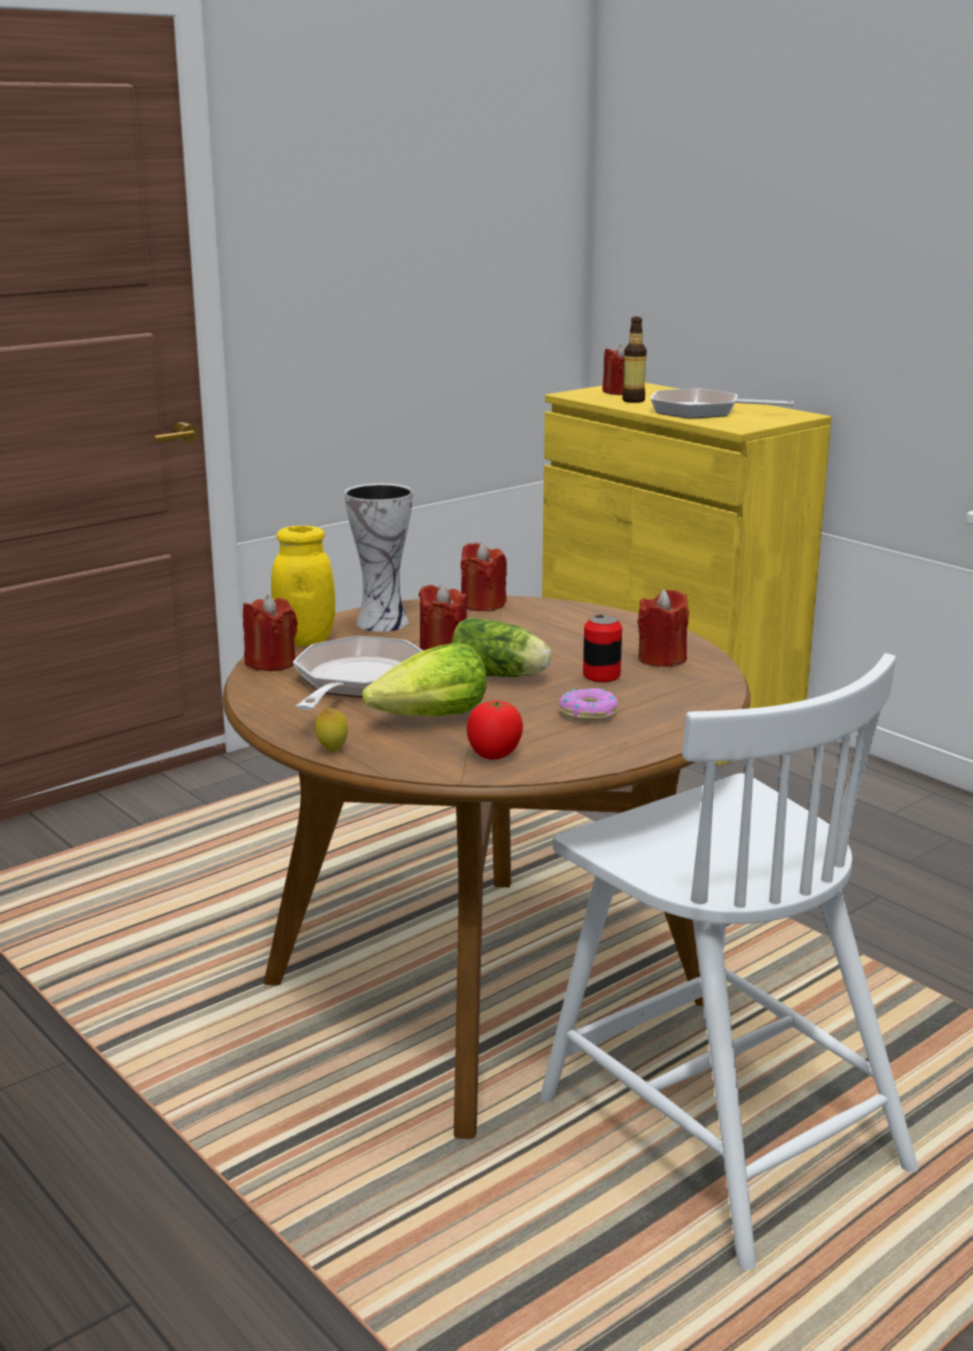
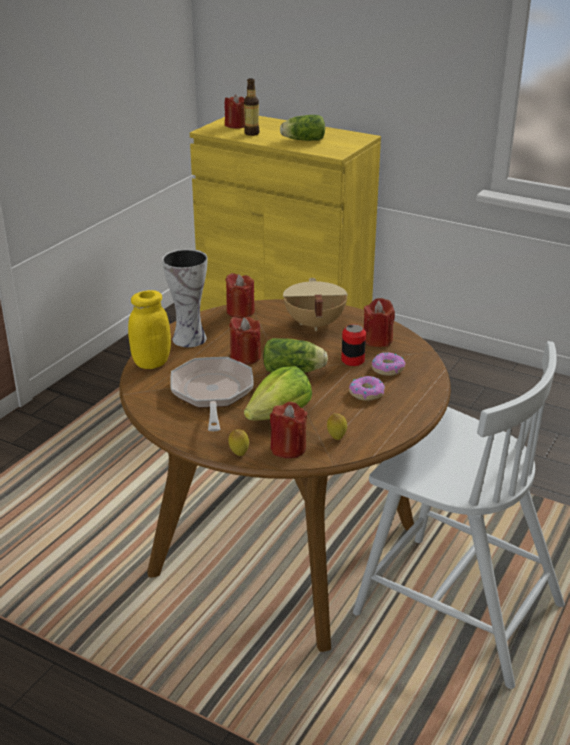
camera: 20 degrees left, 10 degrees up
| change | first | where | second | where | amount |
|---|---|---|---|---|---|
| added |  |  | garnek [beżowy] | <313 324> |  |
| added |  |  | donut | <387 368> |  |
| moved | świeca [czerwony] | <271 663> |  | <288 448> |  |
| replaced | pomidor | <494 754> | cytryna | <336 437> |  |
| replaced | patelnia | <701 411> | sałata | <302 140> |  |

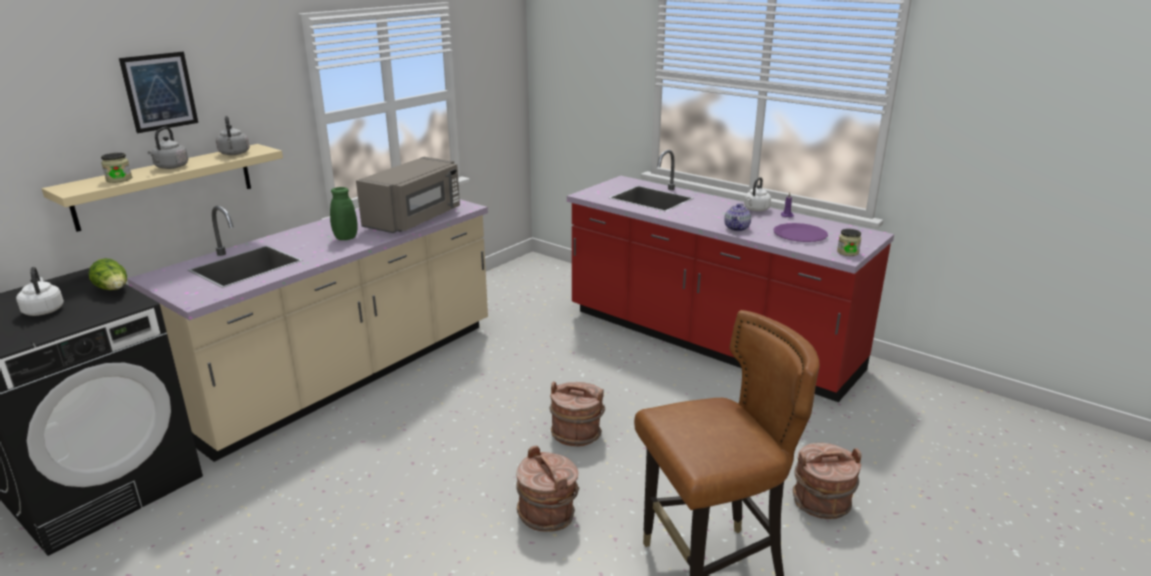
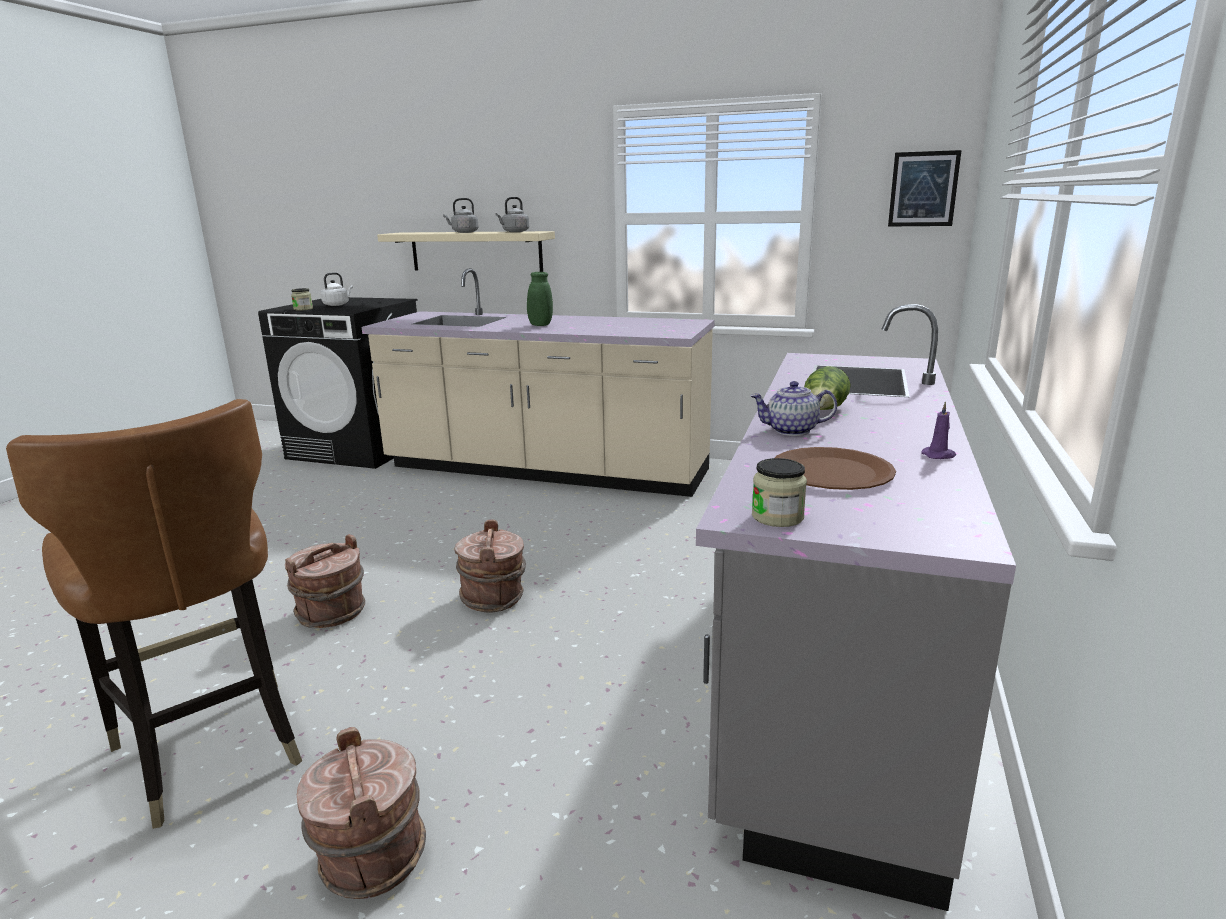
camera: 70 degrees right, 5 degrees down
| change | first | where | second | where | amount |
|---|---|---|---|---|---|
| removed | mikrofalówka [szary] | <415 219> |  |  |  |
| removed | czajnik [biały] | <755 209> |  |  |  |
| moved | sałata | <114 289> |  | <824 411> |  |
| moved | słoik | <119 179> |  | <303 309> |  |
| moved | obraz | <160 91> |  | <923 189> |  |
| recoloured | zabudowa kuchenna [czerwony] | <708 341> | zabudowa kuchenna [szary] | <833 657> |  |
| recoloured | talerz [fioletowy] | <799 234> | talerz [brązowy] | <831 472> |  |

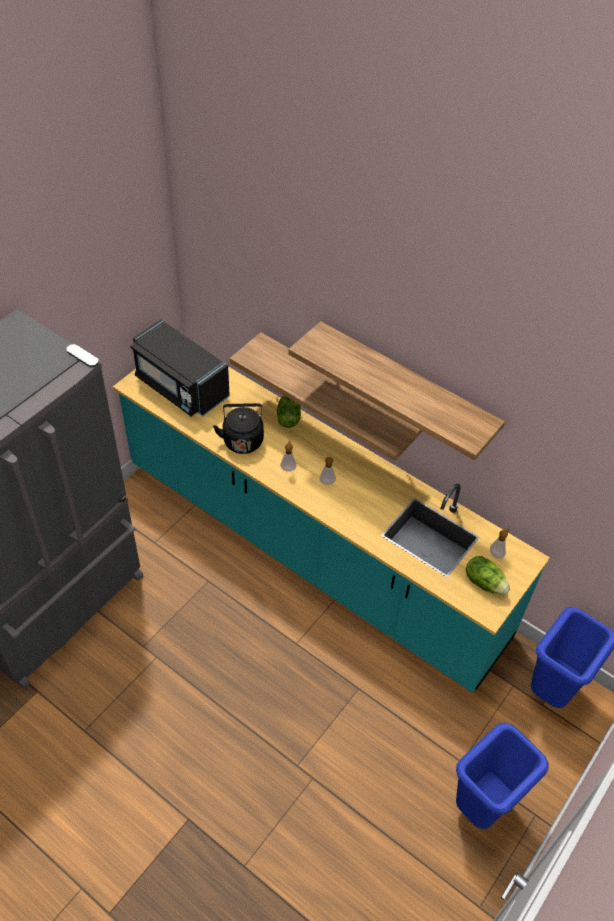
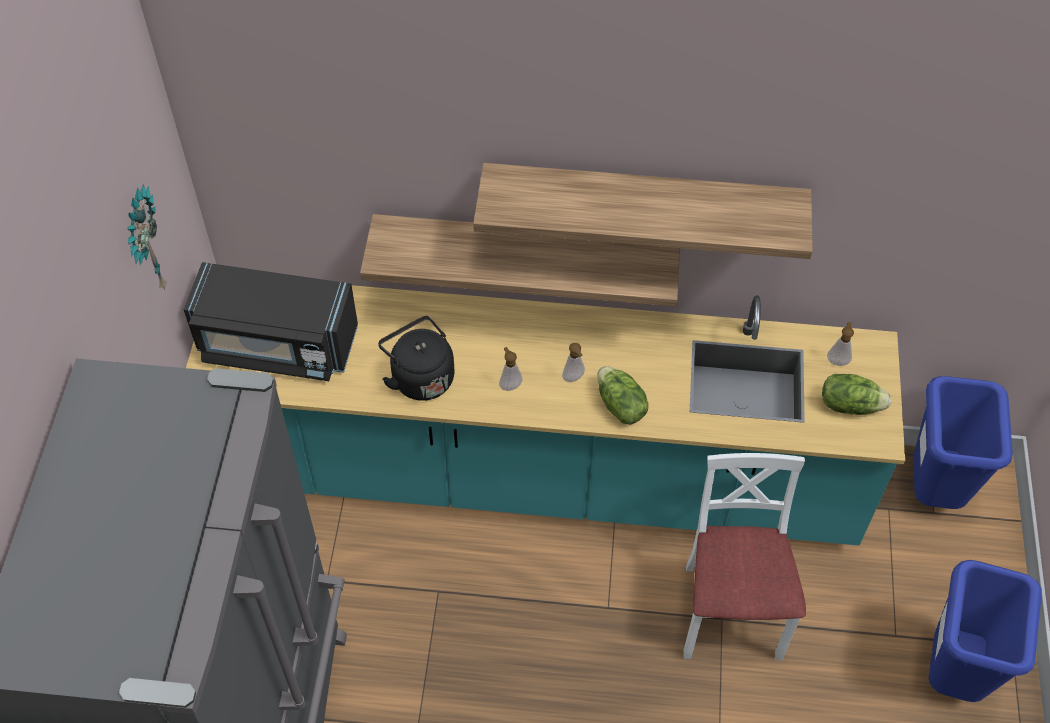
camera: 30 degrees left, 5 degrees up
| change | first | where | second | where | amount |
|---|---|---|---|---|---|
| added |  |  | zegar ścienny | <143 245> |  |
| added |  |  | krzesło [biały] | <730 612> |  |
| moved | sałata | <288 418> |  | <619 406> |  |

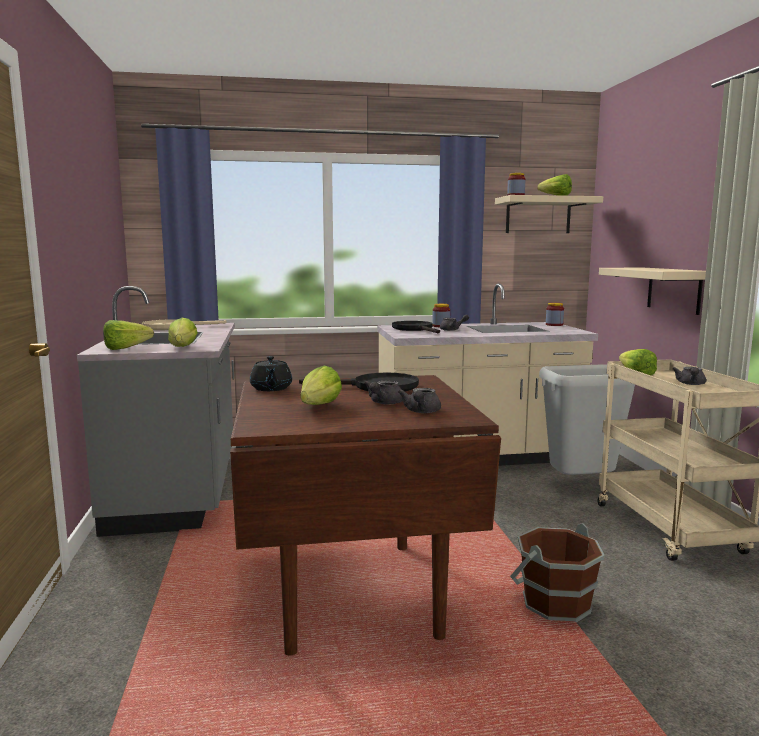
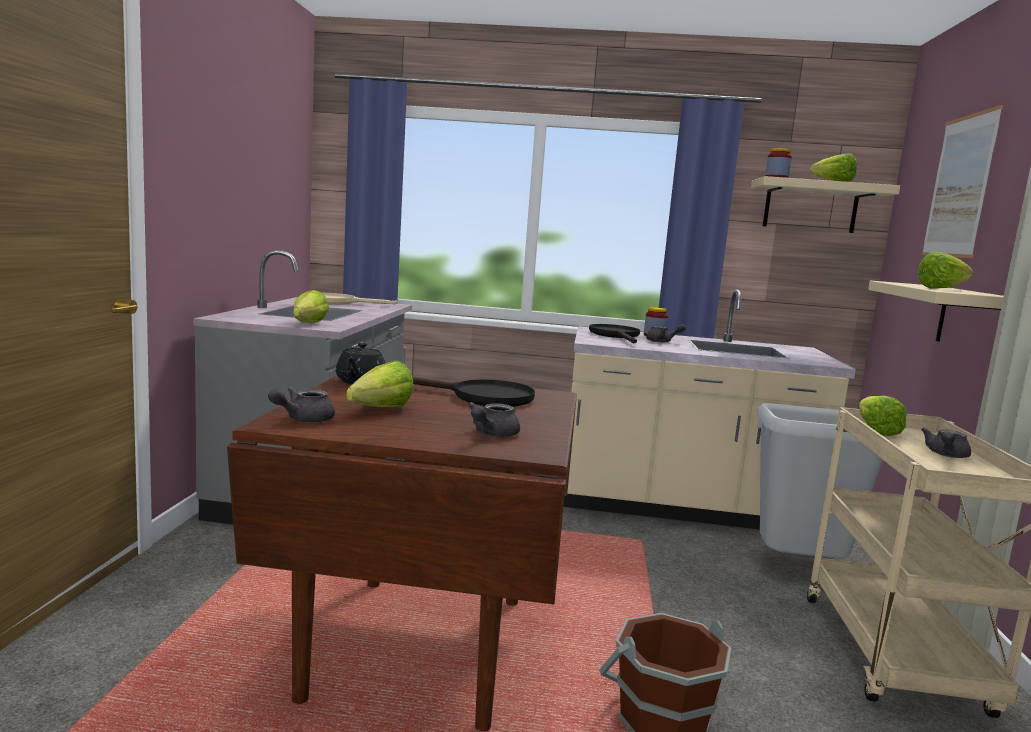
camera: 15 degrees right, 0 degrees up
| change | first | where | second | where | amount |
|---|---|---|---|---|---|
| removed | słoik | <554 325> |  |  |  |
| added |  |  | obraz | <960 186> |  |
| moved | sałata | <130 348> |  | <946 289> |  |
| moved | imbryk [szary] | <384 403> |  | <303 420> |  |

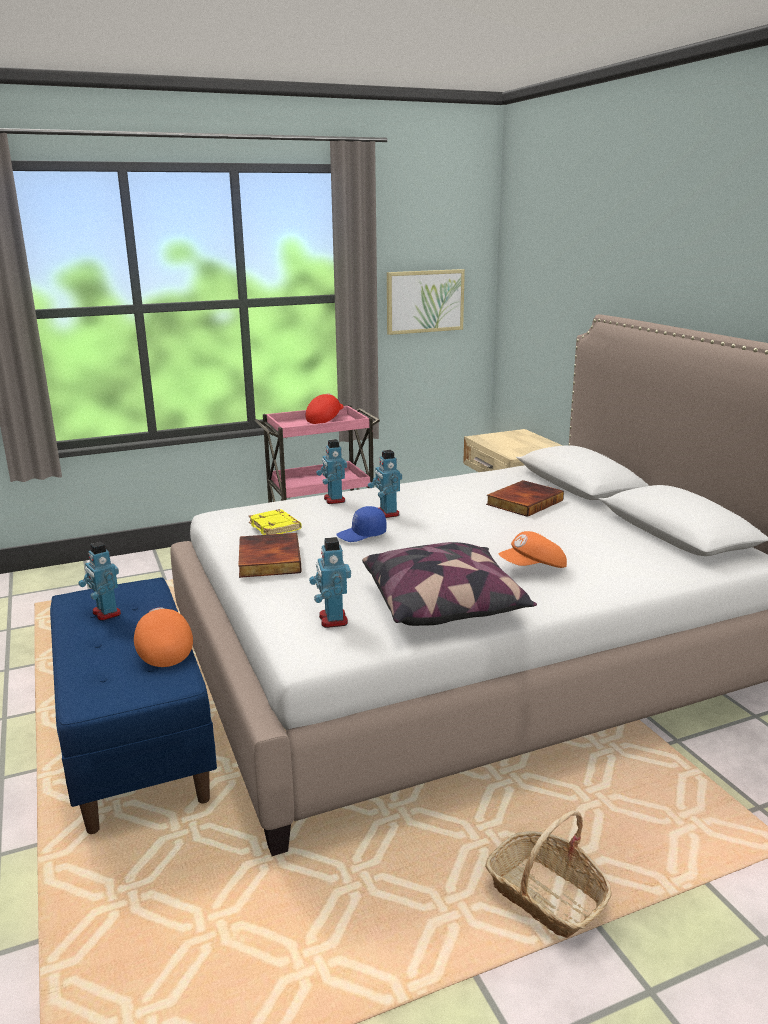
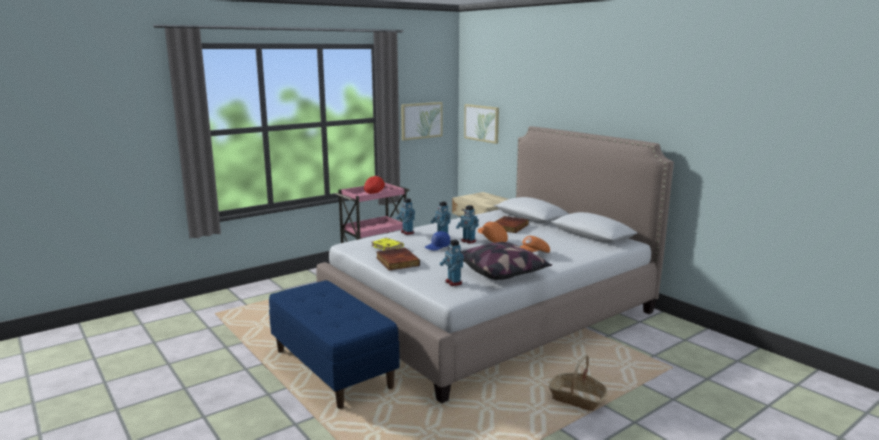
camera: 15 degrees left, 5 degrees down
| change | first | where | second | where | amount |
|---|---|---|---|---|---|
| added |  |  | obraz | <482 123> |  |
| moved | robot zabawkowy | <106 613> |  | <468 241> |  |
| moved | czapka z daszkiem [pomarańczowy] | <163 650> |  | <492 240> |  |

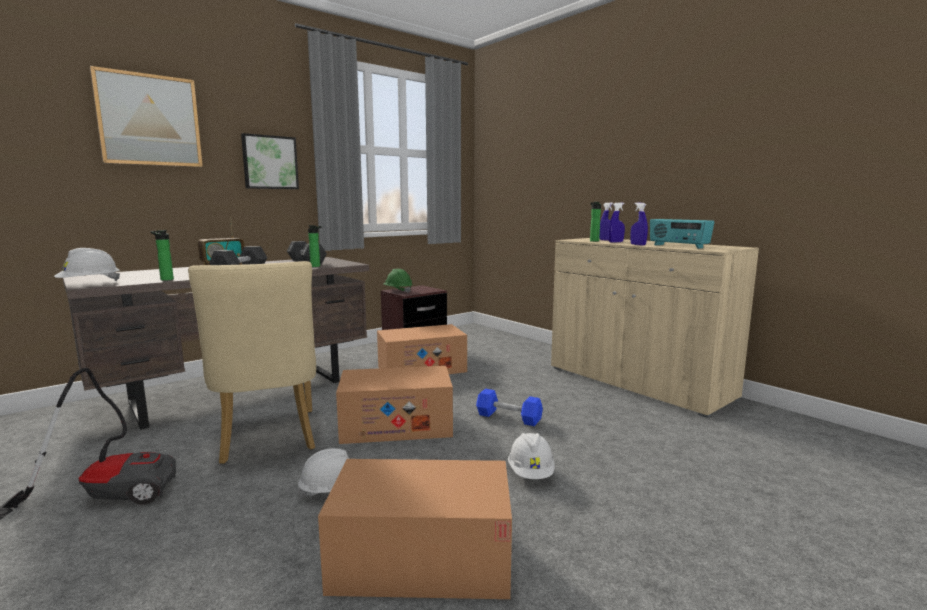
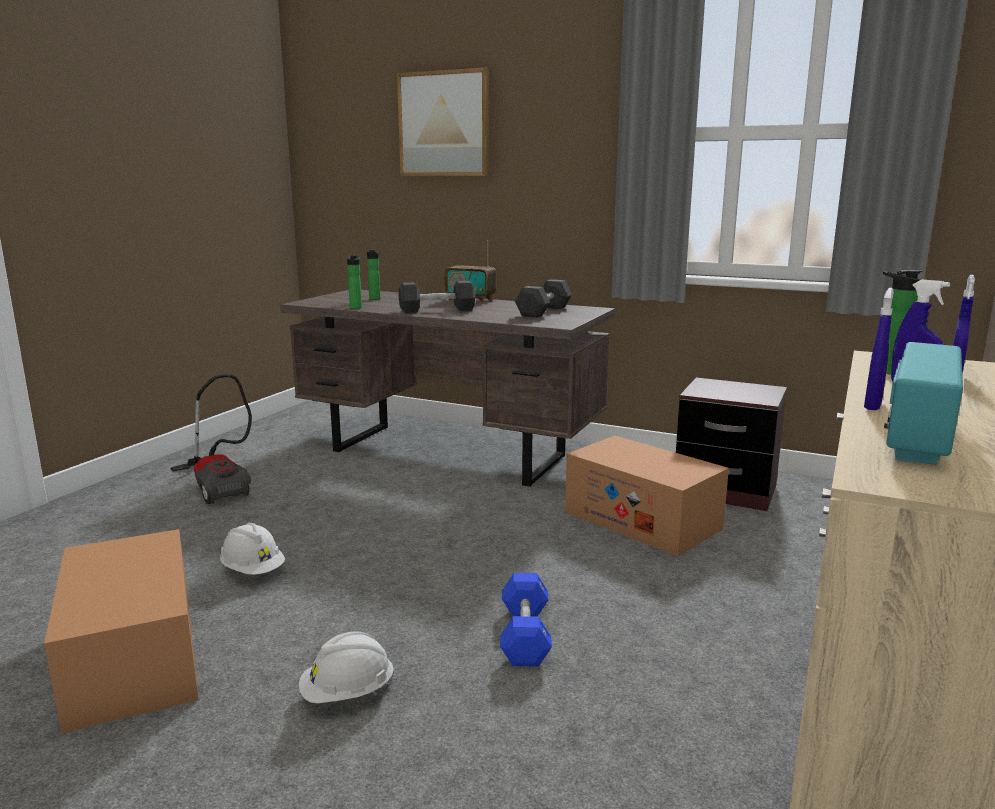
camera: 65 degrees right, 5 degrees up
| change | first | where | second | where | amount |
|---|---|---|---|---|---|
| removed | kask [biały] | <89 284> |  |  |  |
| removed | krzesło [beżowy] | <268 439> |  |  |  |
| removed | obraz | <269 162> |  |  |  |
| removed | karton | <396 426> |  |  |  |
| removed | kask [zielony] | <398 291> |  |  |  |
| moved | butelka | <316 266> |  | <374 299> |  |

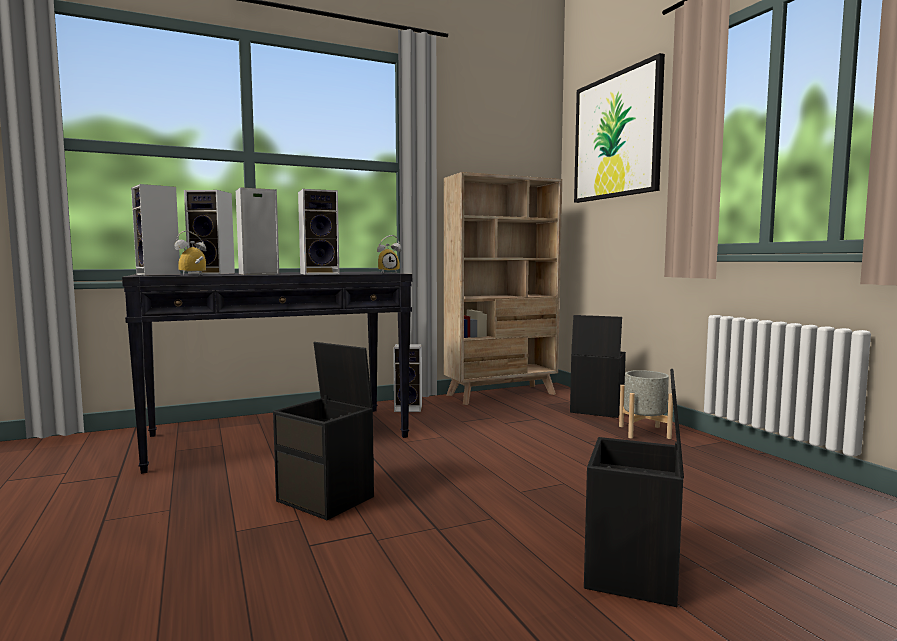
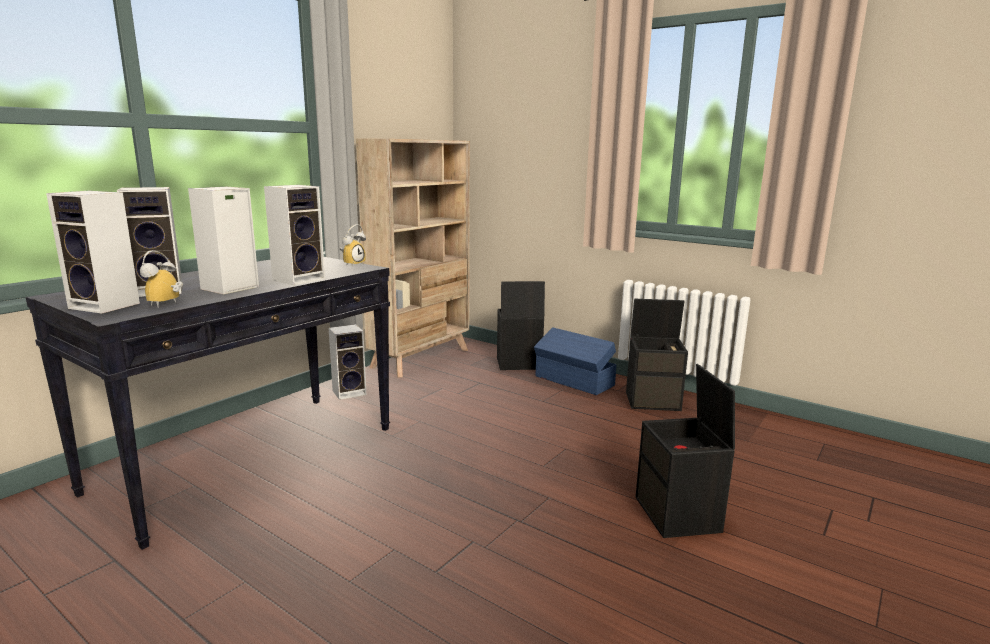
camera: 30 degrees left, 10 degrees up
| change | first | where | second | where | amount |
|---|---|---|---|---|---|
| removed | obraz | <616 136> |  |  |  |
| moved | pojemnik do przechowywania [czarny] | <327 499> |  | <653 401> |  |
| replaced | donica [szary] | <644 432> | pojemnik do przechowywania [niebieski] | <574 381> |  |

